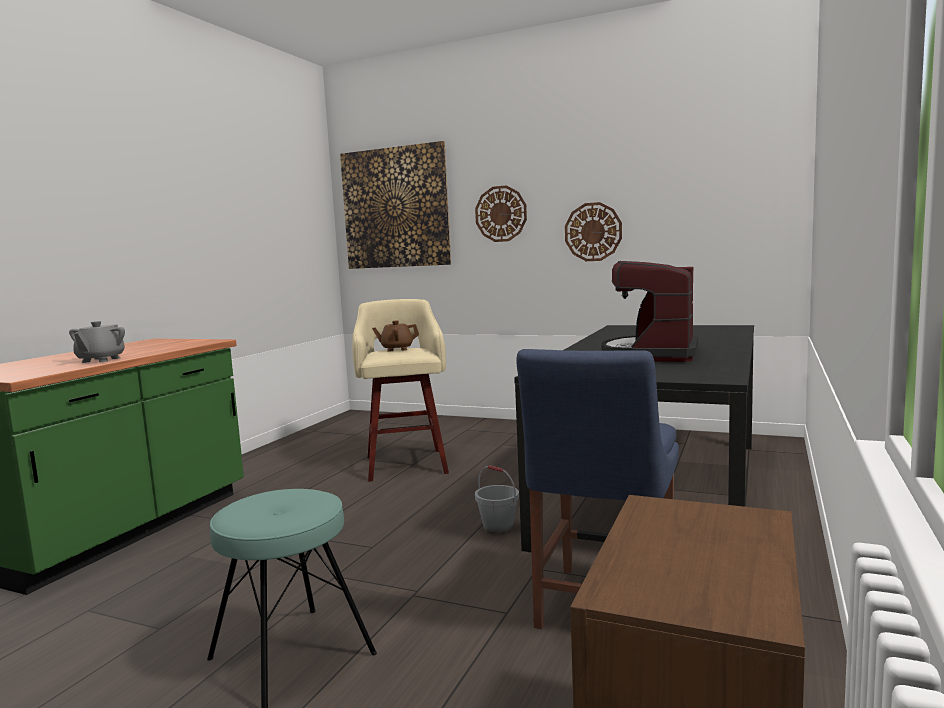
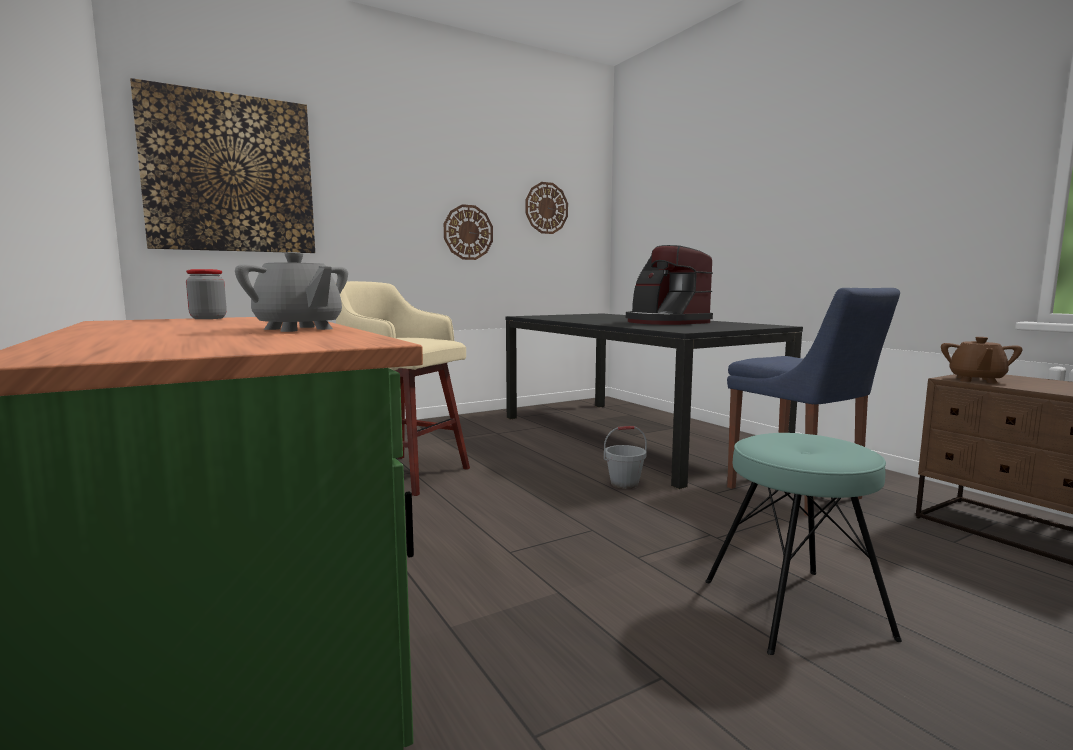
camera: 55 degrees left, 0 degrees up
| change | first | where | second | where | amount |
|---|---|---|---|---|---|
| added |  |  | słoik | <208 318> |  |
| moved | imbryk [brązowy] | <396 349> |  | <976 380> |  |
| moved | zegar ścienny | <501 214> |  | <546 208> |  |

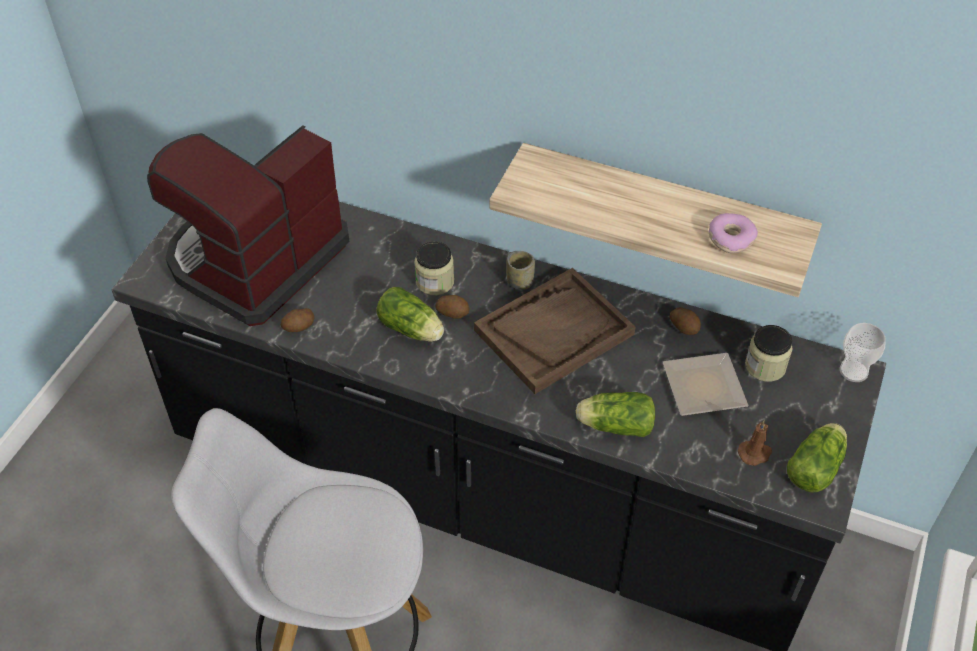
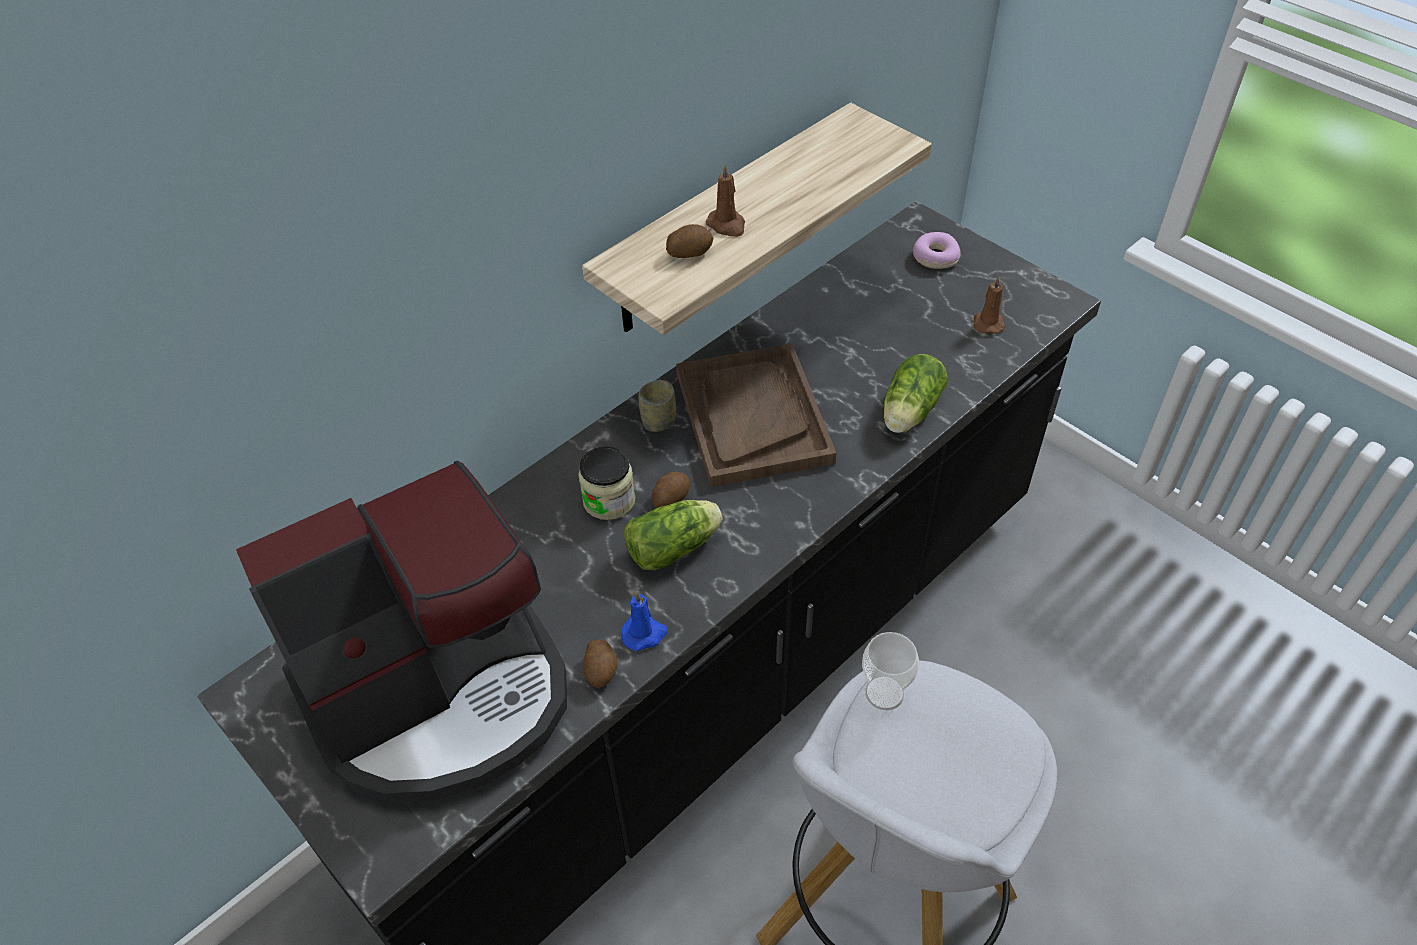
camera: 65 degrees left, 0 degrees up
| change | first | where | second | where | amount |
|---|---|---|---|---|---|
| removed | talerz | <700 386> |  |  |  |
| removed | słoik | <765 366> |  |  |  |
| removed | sałata | <816 466> |  |  |  |
| added |  |  | świeca [niebieski] | <644 634> |  |
| added |  |  | świeca [brązowy] | <727 225> |  |
| moved | ziemniak | <684 327> |  | <689 252> |  |
| moved | donut | <730 238> |  | <935 257> |  |
| moved | filiżanka | <853 371> |  | <884 693> |  |
| turned | ekspres do kawy | <255 260> |  | <440 691> | 90 degrees counterclockwise |

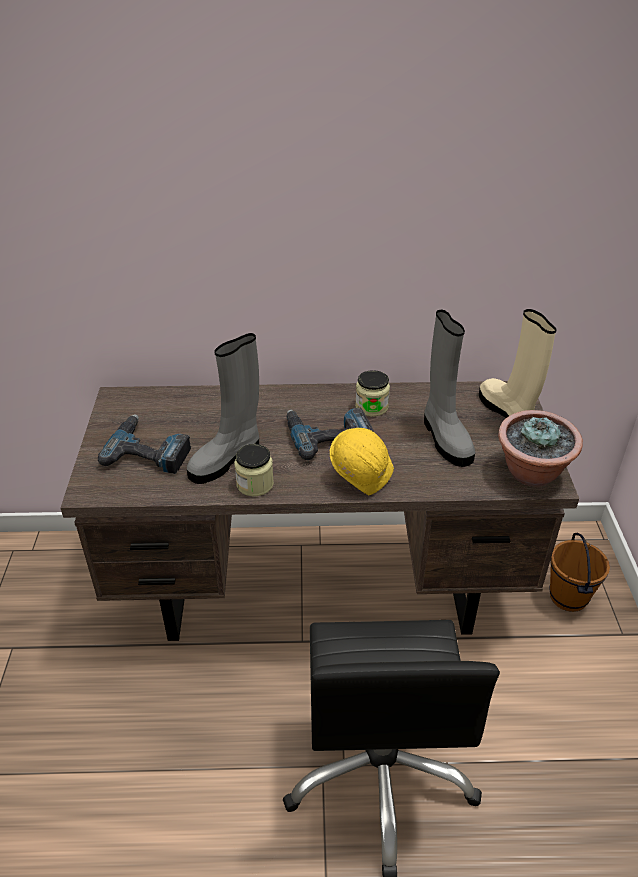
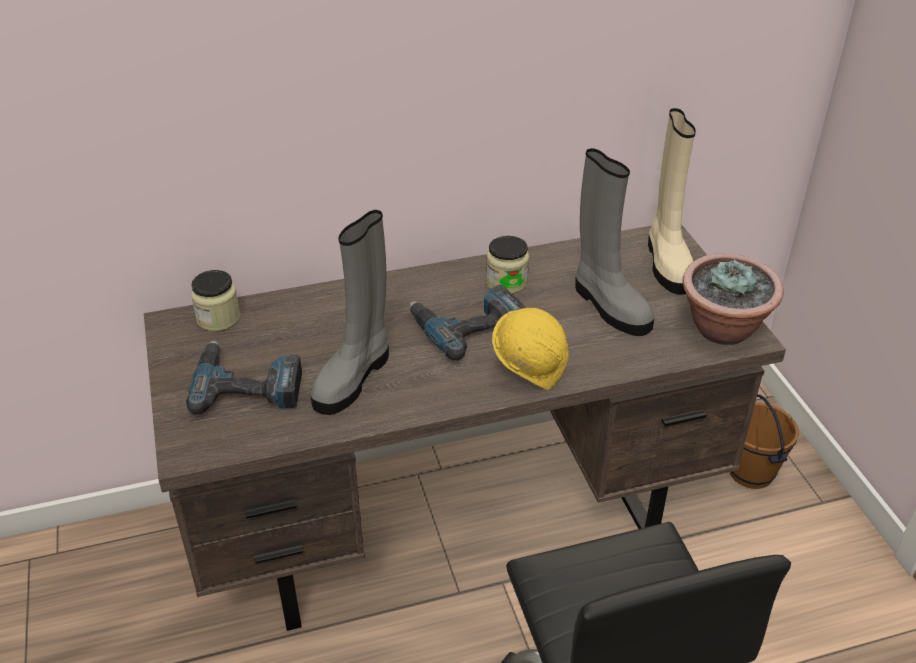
camera: 15 degrees left, 0 degrees up
| change | first | where | second | where | amount |
|---|---|---|---|---|---|
| moved | słoik | <255 484> |  | <218 318> |  |
| turned | but z cholewką [beżowy] | <507 413> |  | <667 263> | 150 degrees counterclockwise |

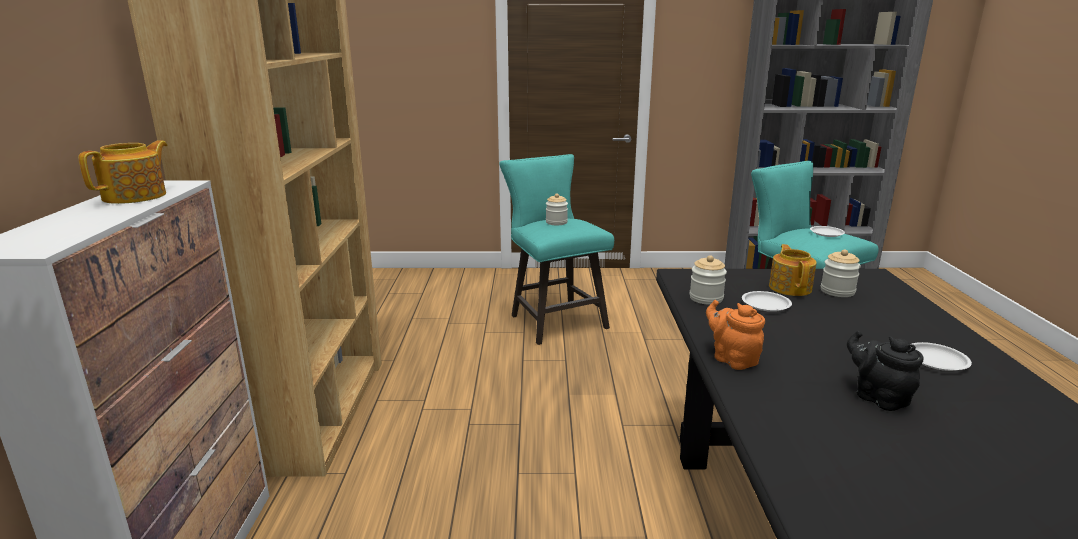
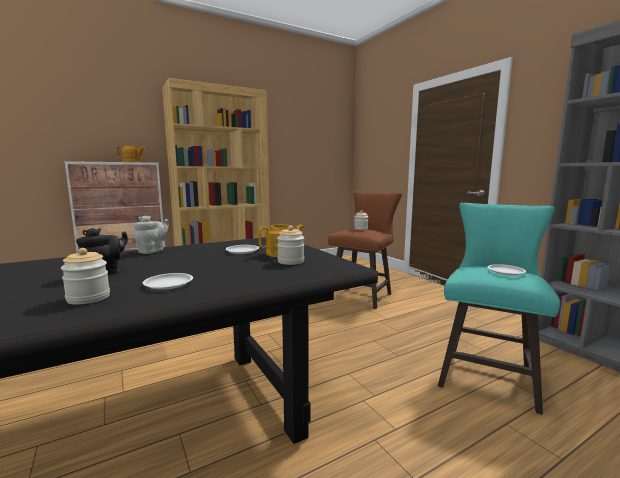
camera: 60 degrees right, 10 degrees down
| change | first | where | second | where | amount |
|---|---|---|---|---|---|
| moved | słoik | <706 298> |  | <88 298> |  |
| recoloured | stołek [turkusowy] | <554 319> | stołek [brązowy] | <363 295> |  |
| recoloured | imbryk [pomarańczowy] | <732 359> | imbryk [szary] | <153 251> |  |

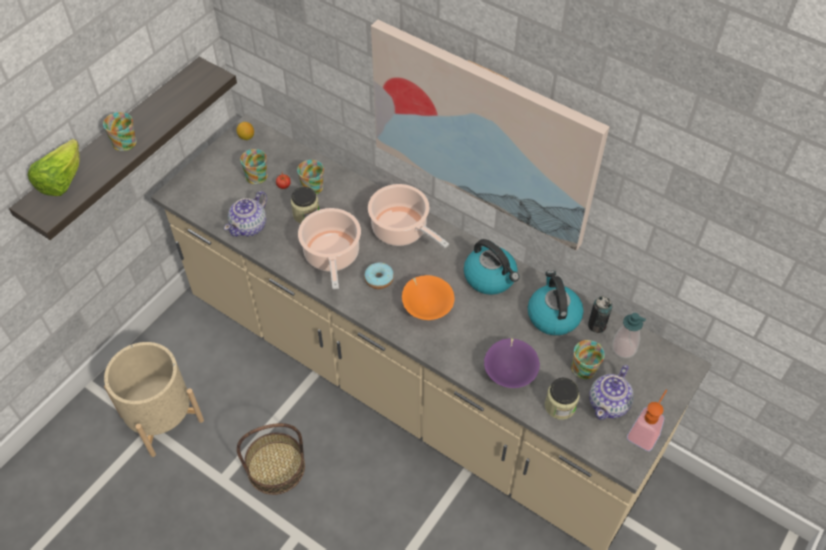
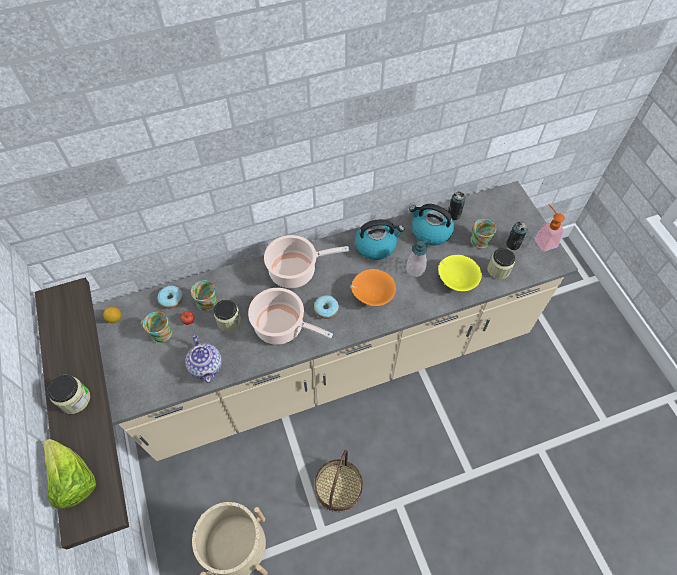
camera: 55 degrees left, 5 degrees up
| change | first | where | second | where | amount |
|---|---|---|---|---|---|
| removed | obraz | <483 133> |  |  |  |
| added |  |  | donut | <171 299> |  |
| moved | dozownik mydła | <624 348> |  | <415 269> |  |
| replaced | kubek | <125 140> | słoik | <75 399> |  |
| replaced | imbryk | <609 403> | puszka | <513 244> |  |
| recoloured | miska [fioletowy] | <510 372> | miska [żółty] | <456 280> |  |

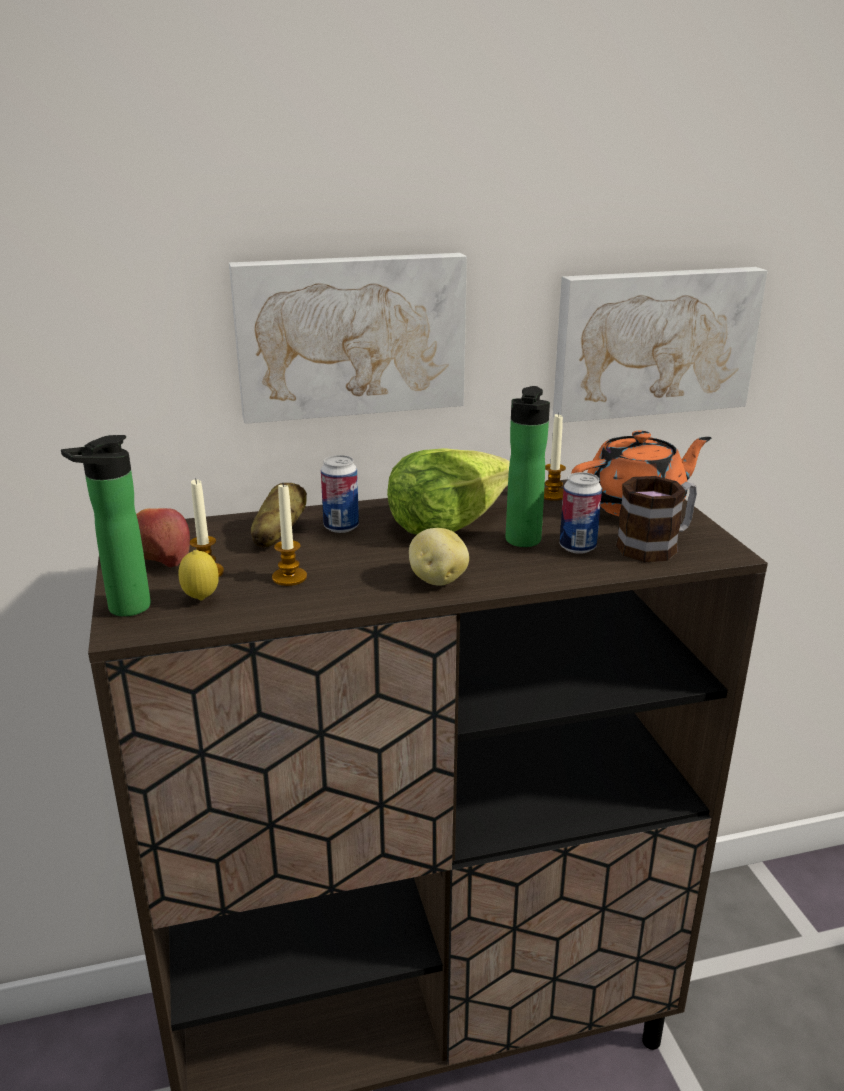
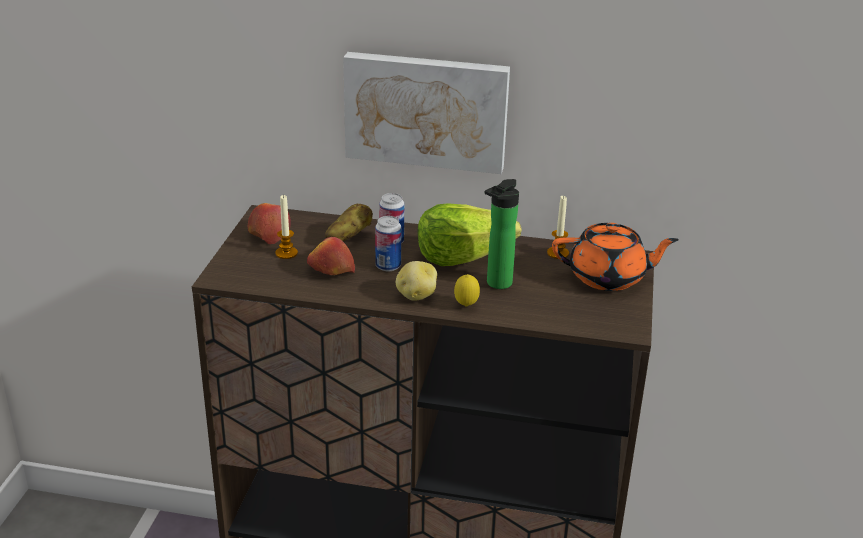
camera: 25 degrees right, 5 degrees up
| change | first | where | second | where | amount |
|---|---|---|---|---|---|
| removed | butelka | <123 609> |  |  |  |
| removed | obraz | <653 342> |  |  |  |
| removed | kubek | <656 545> |  |  |  |
| moved | cytryna | <201 600> |  | <466 306> |  |
| moved | puszka | <577 547> |  | <388 266> |  |
| replaced | świeca | <289 577> | jabłko | <330 269> |  |

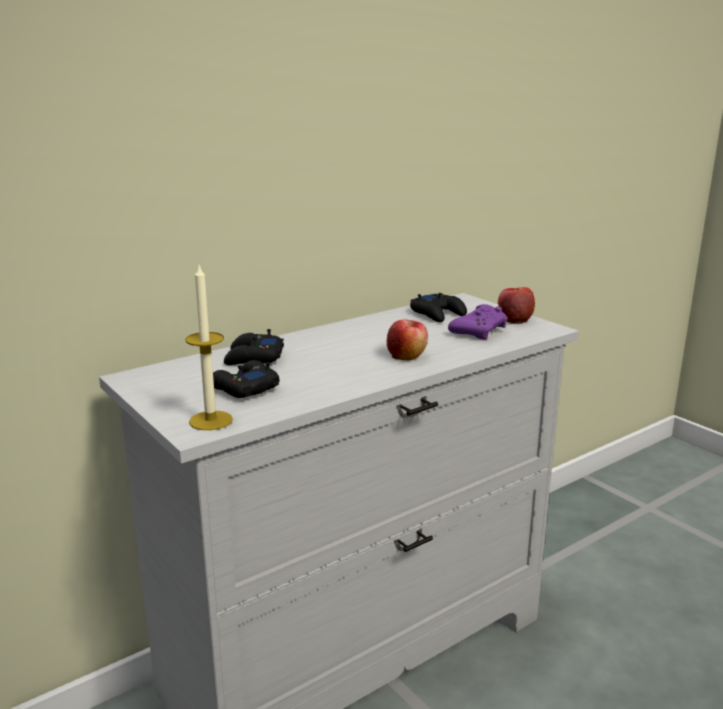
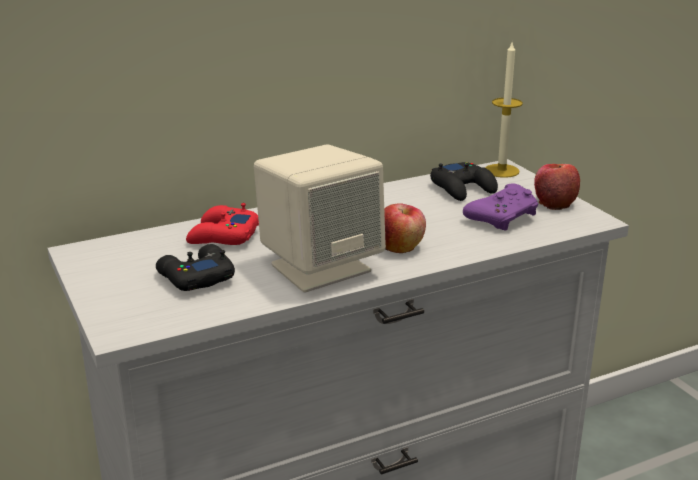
camera: 10 degrees right, 5 degrees up
| change | first | where | second | where | amount |
|---|---|---|---|---|---|
| added |  |  | głośnik [beżowy] | <320 267> |  |
| moved | świeca | <211 420> |  | <501 171> |  |
| recoloured | pad do gier [czarny] | <253 358> | pad do gier [czerwony] | <223 236> |  |

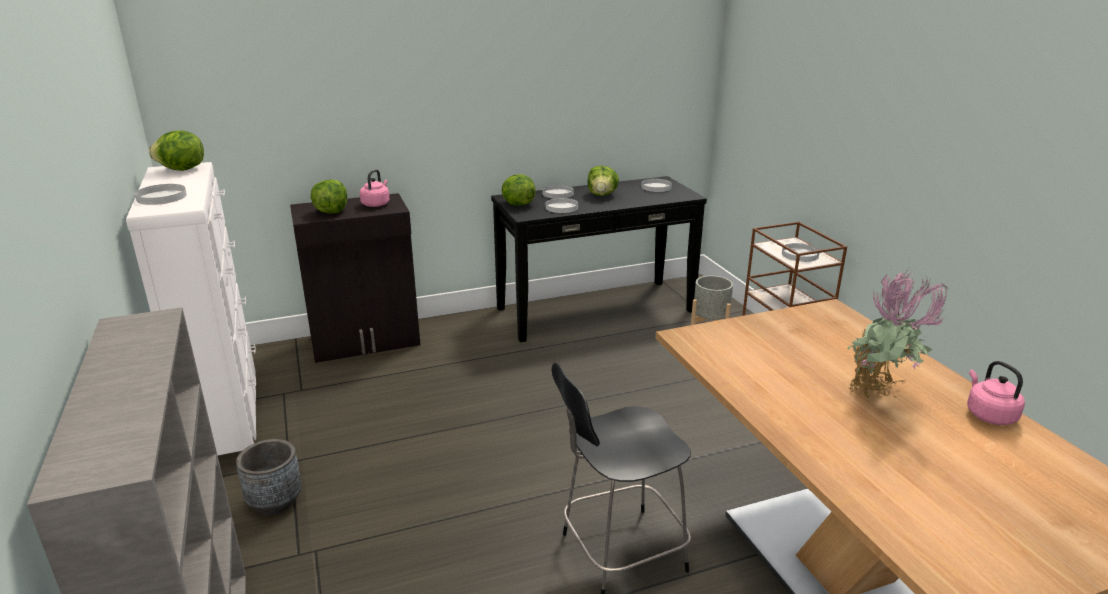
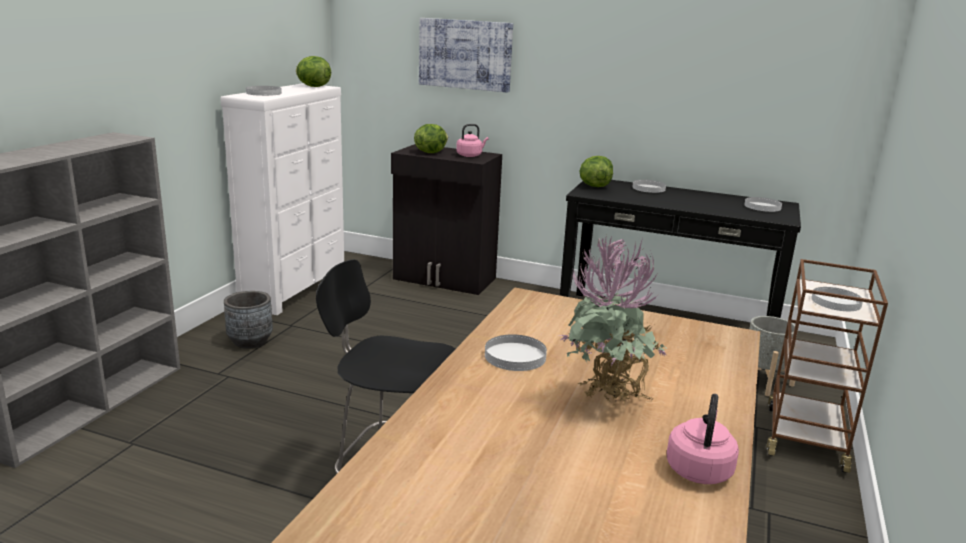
camera: 40 degrees right, 5 degrees down
| change | first | where | second | where | amount |
|---|---|---|---|---|---|
| removed | sałata | <602 195> |  |  |  |
| added |  |  | obraz | <465 54> |  |
| moved | talerz [biały] | <561 207> |  | <514 356> |  |

